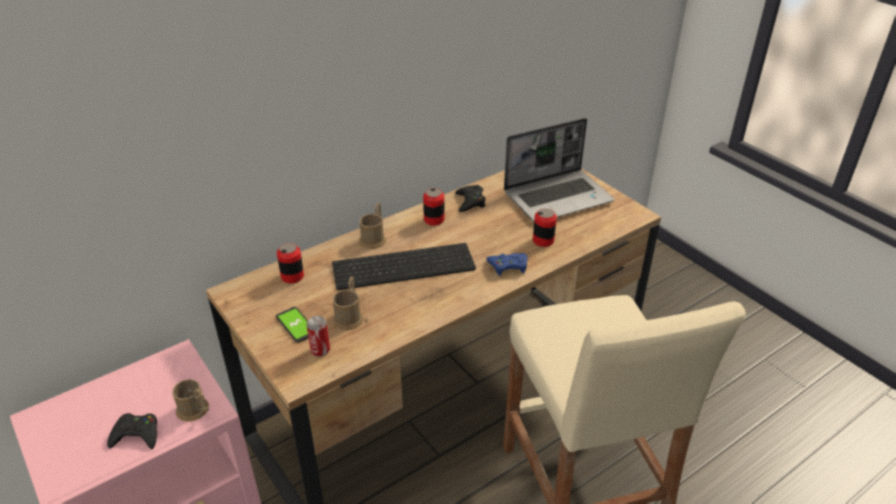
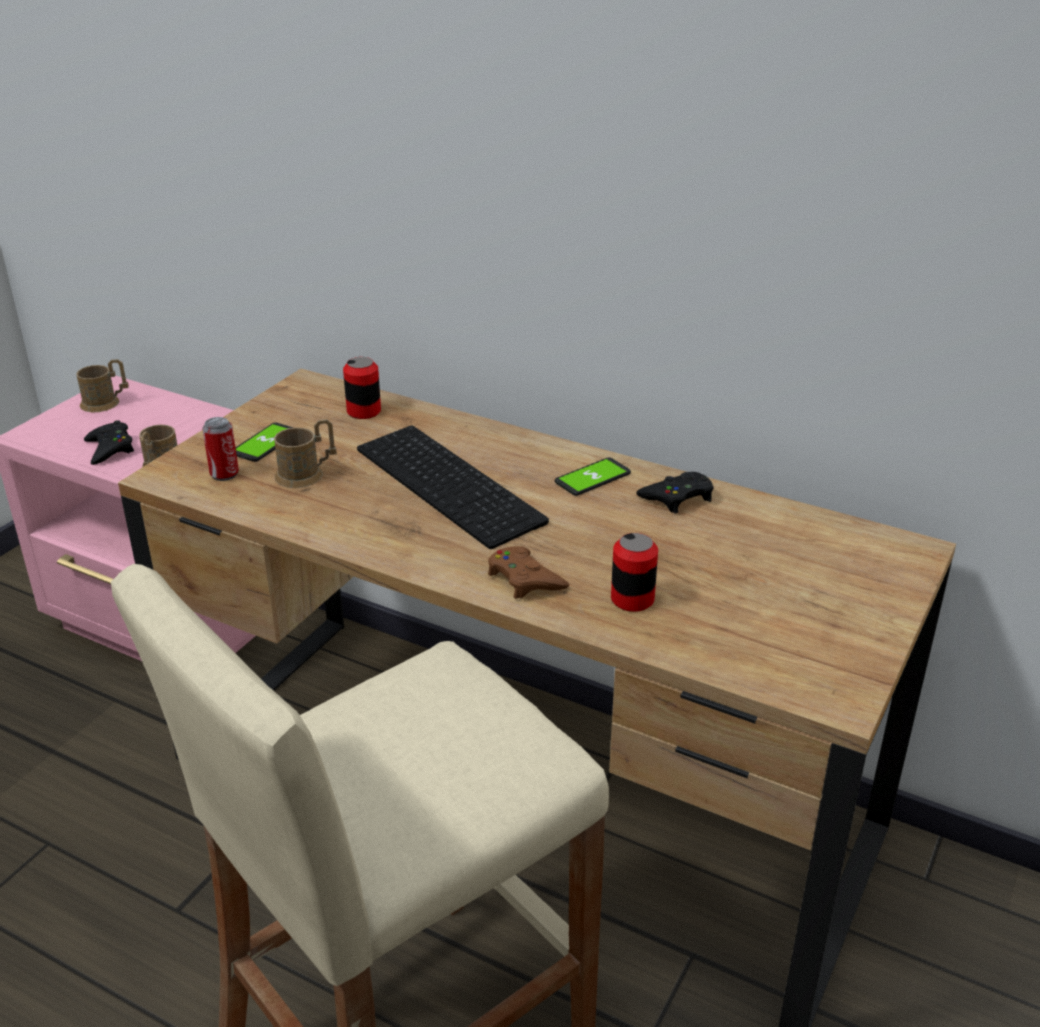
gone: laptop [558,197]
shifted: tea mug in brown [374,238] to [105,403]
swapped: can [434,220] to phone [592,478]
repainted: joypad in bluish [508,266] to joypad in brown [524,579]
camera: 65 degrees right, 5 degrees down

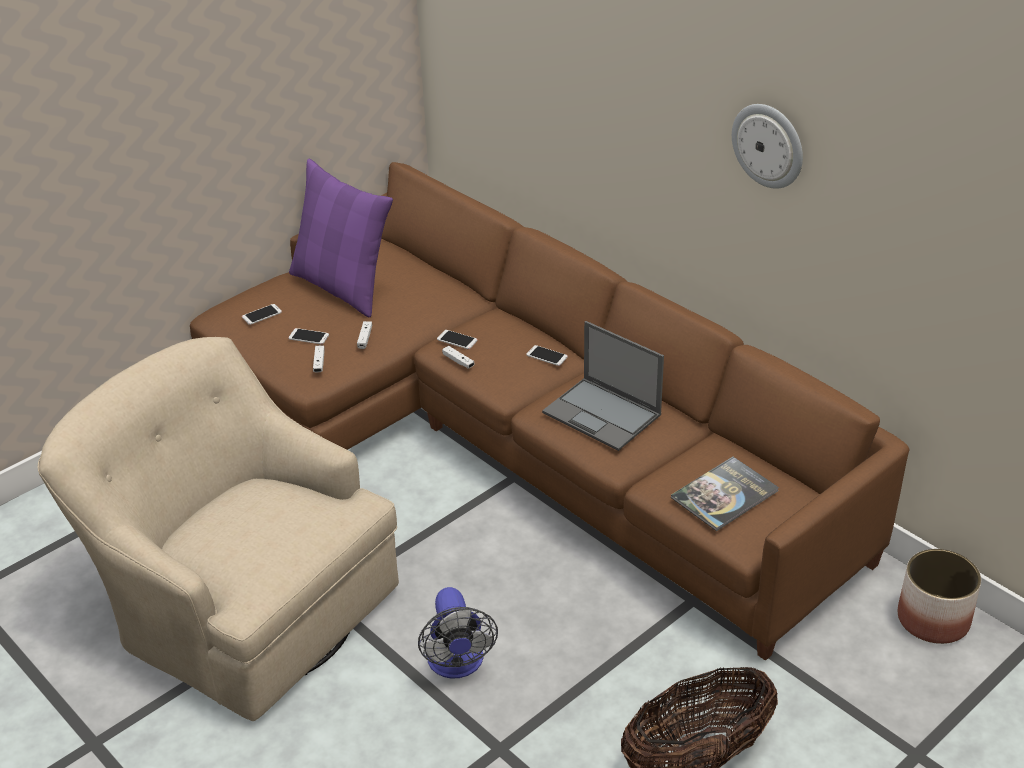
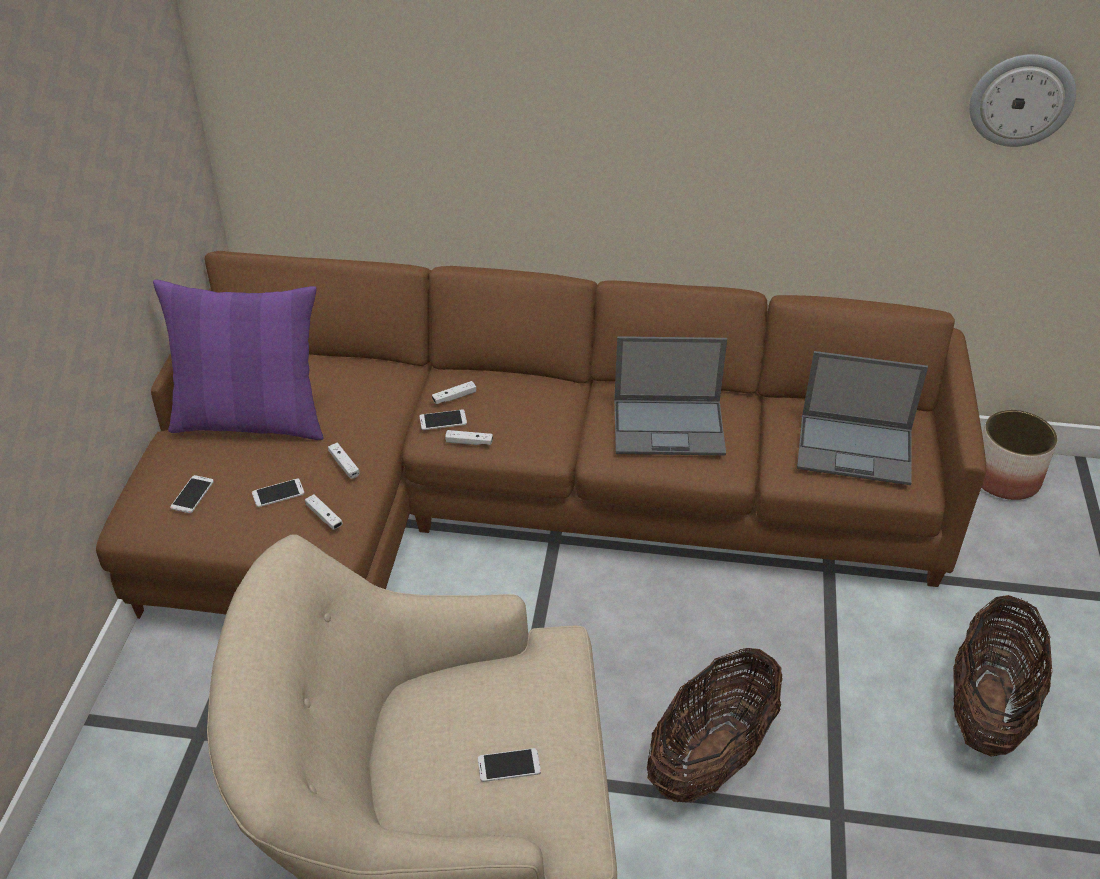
new: joypad in white [454,397]
shifted: phone [547,356] to [509,765]; hanging clock [768,145] to [1021,99]
swapped: cooling fan [457,664] to basket [711,757]; bound book [724,494] to laptop [856,449]
camera: 40 degrees left, 5 degrees up

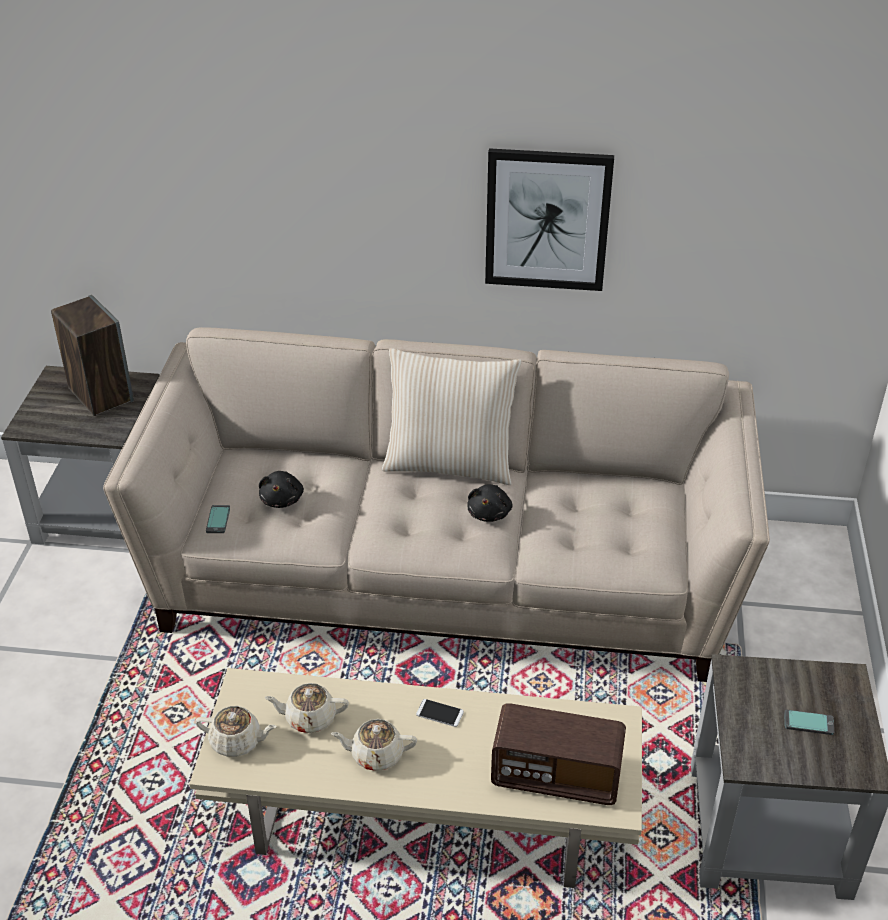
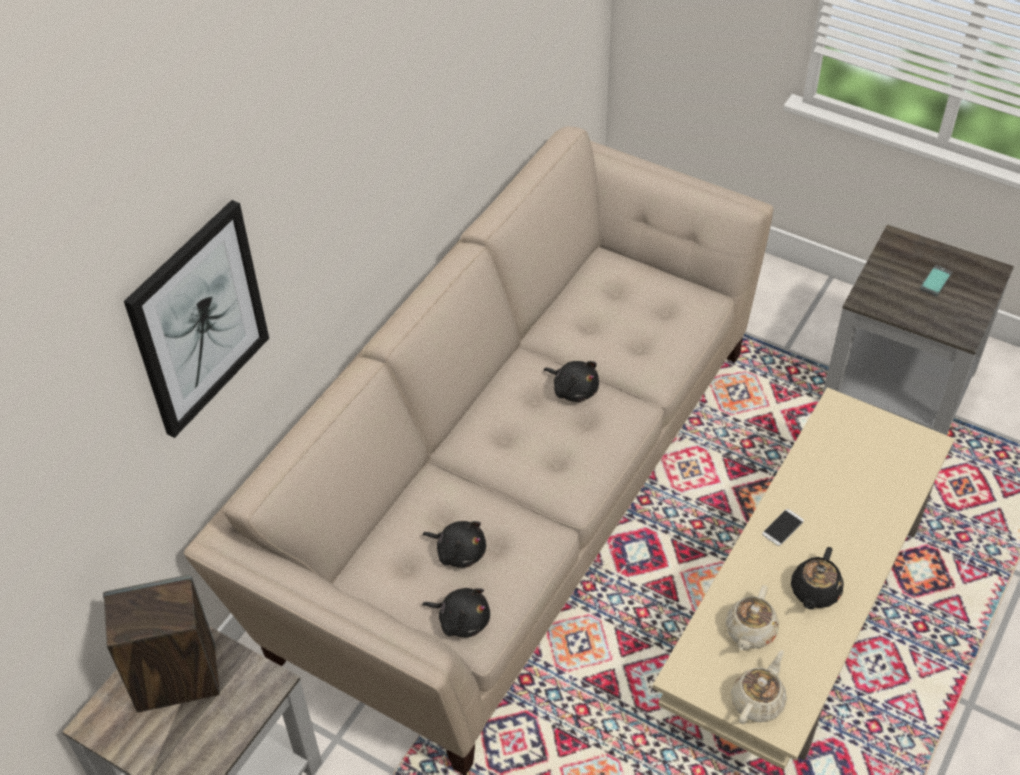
gone: pillow in beige-coloured [450,464]; radio set [556,776]
shifted: wall picture [547,220] to [198,319]
swapped: phone [218,520] to plush toy in blackish [461,620]
repainted: pot for tea in beige-coloured [376,754] to pot for tea in blackish [814,592]
camera: 65 degrees left, 10 degrees up

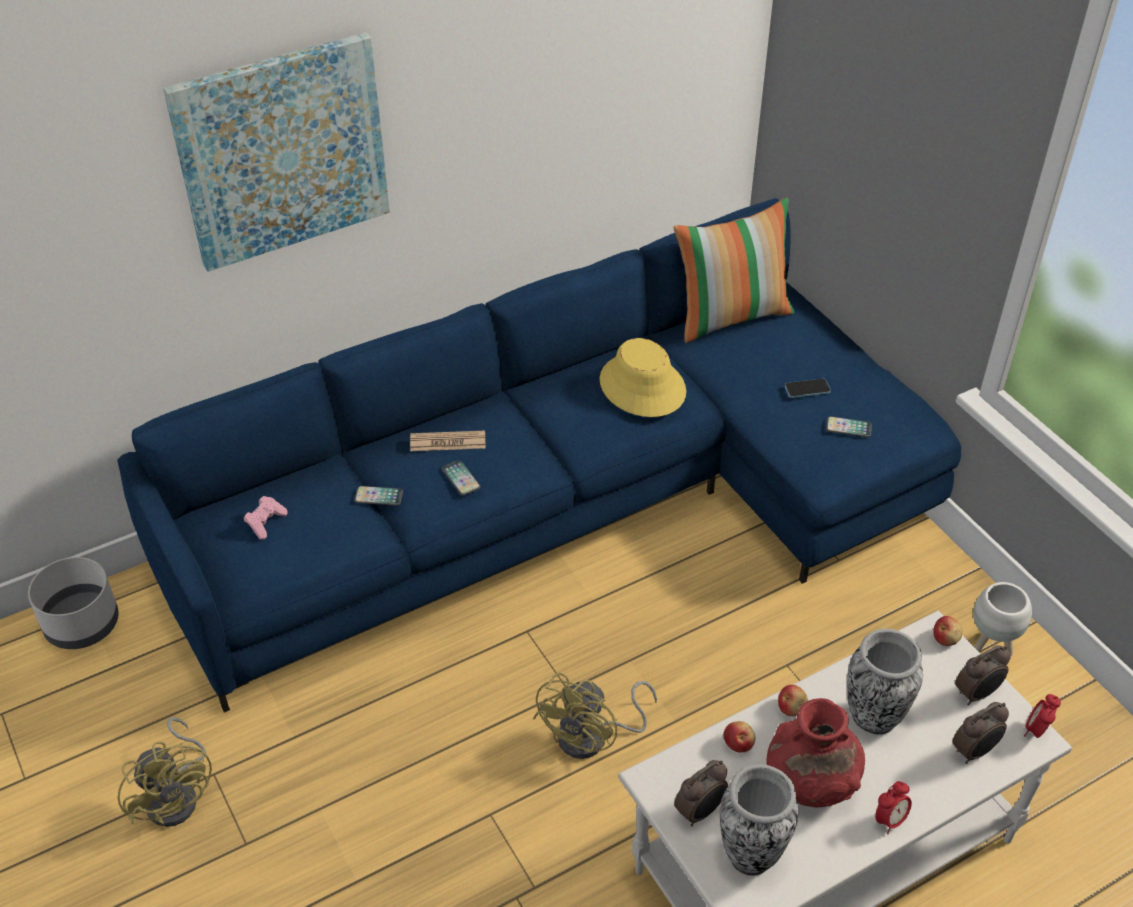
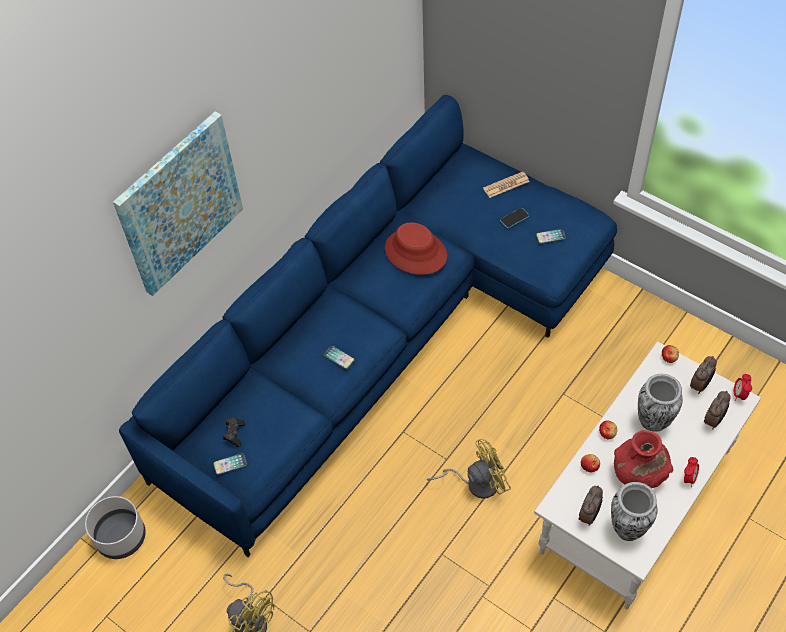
gone: pillow [731,316]; planter in white [990,645]
shifted: phone [379,496] to [230,464]; printed paper [448,442] to [506,185]
repainted: joypad in pink-coloured [266,523] to joypad in blackish [234,434]; hat in yellowish [642,386] to hat in red [415,252]
rotated: cooling fan in yellowish [593,737] = [476,483] 120 degrees counterclockwise
camera: 20 degrees left, 10 degrees up

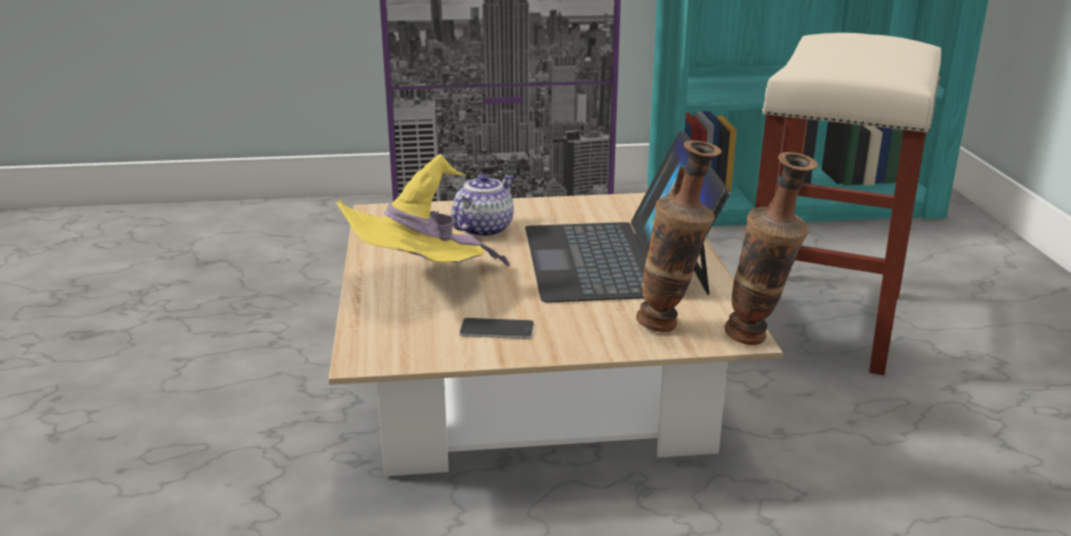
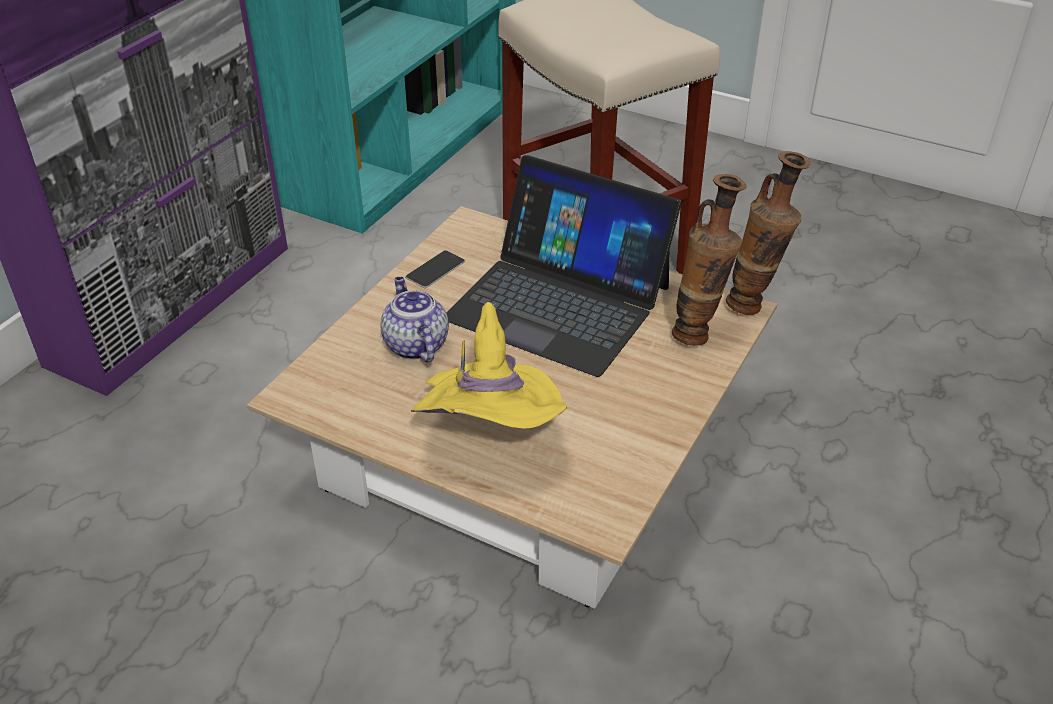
shifted: phone [496,329] to [435,269]
camera: 55 degrees left, 15 degrees up

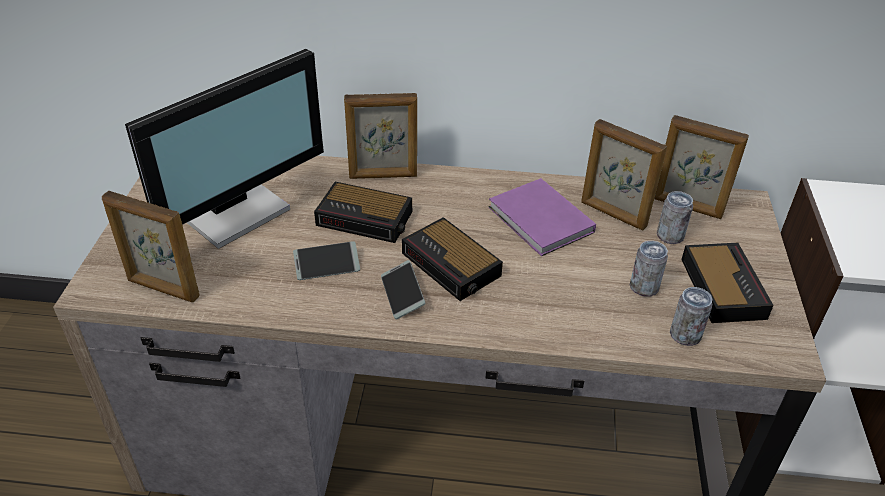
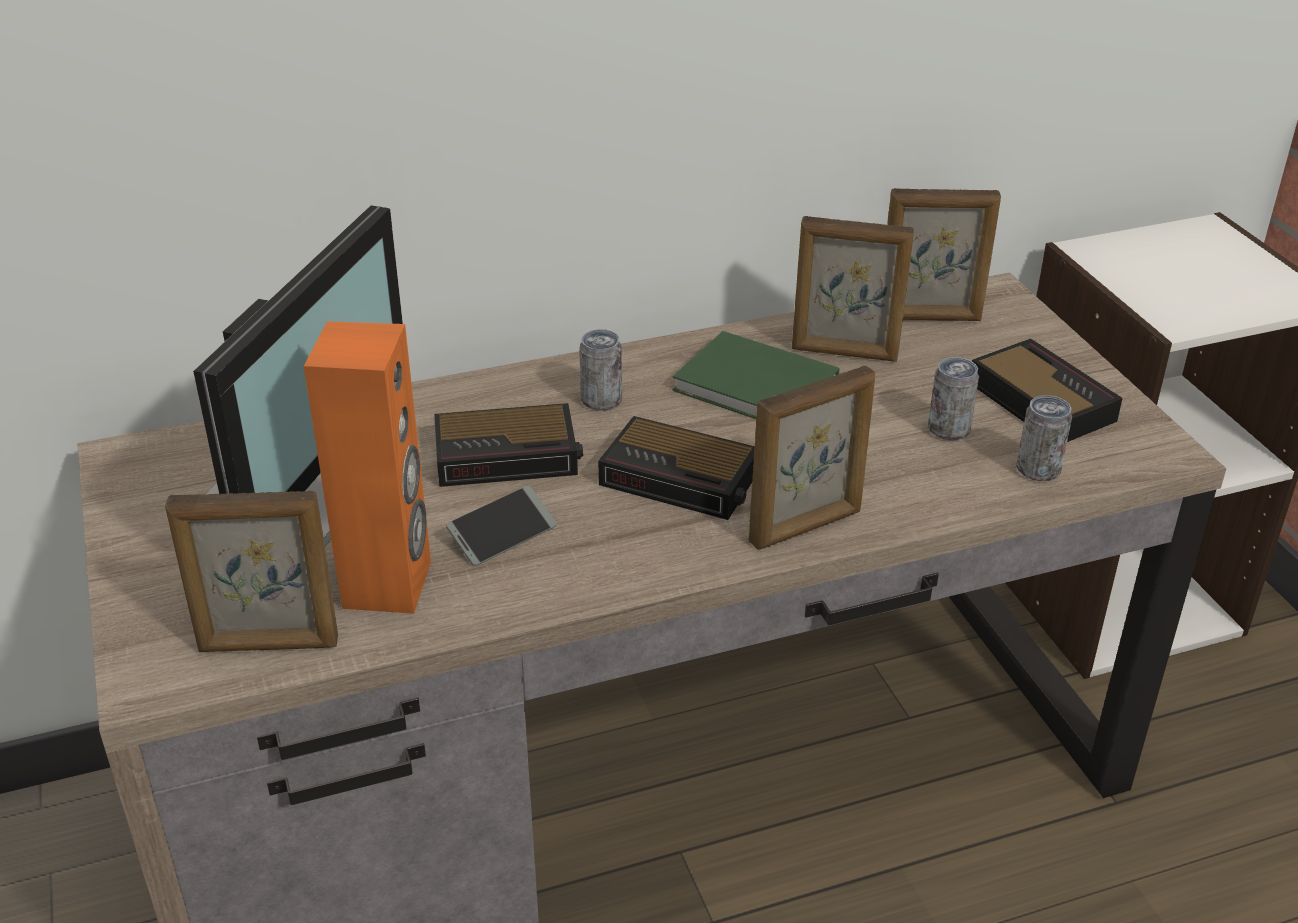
gone: phone [402,294]
new: loudspeaker in orangey [389,585]
shifted: can [670,236] to [601,400]; photo frame [383,176] to [807,527]
repainted: bound book in purple [541,221] to bound book in green-coloured [758,388]
camera: 25 degrees left, 5 degrees down

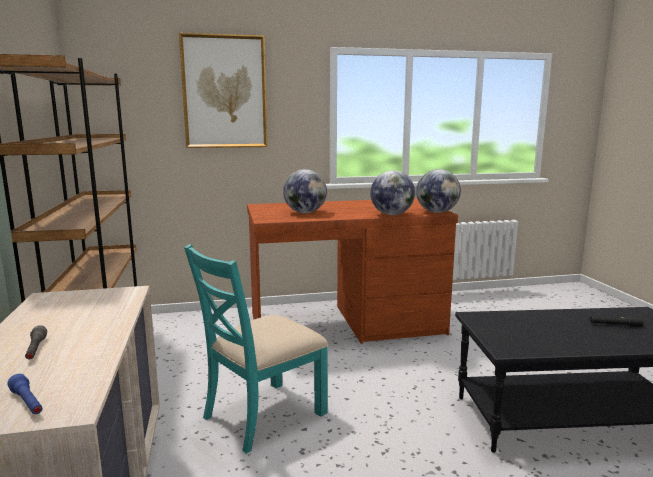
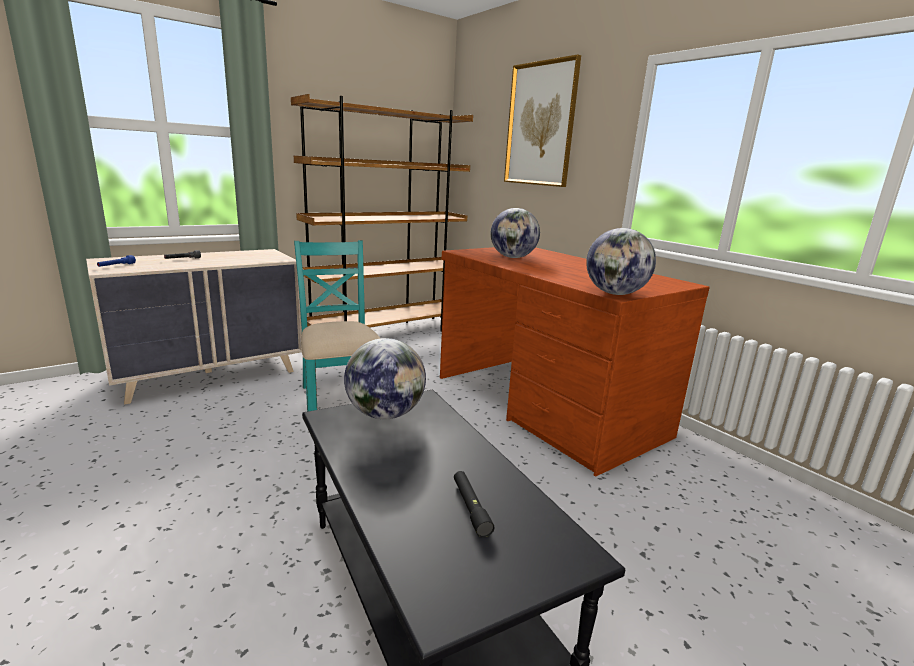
shifted: globe [391,214] to [385,414]
rotated: upright chair in turquoise-coloured [263,415] = [340,399] 45 degrees clockwise
camera: 65 degrees right, 5 degrees up

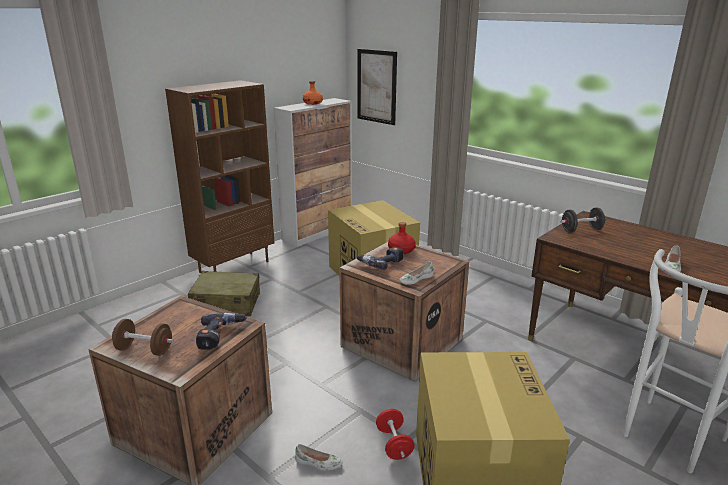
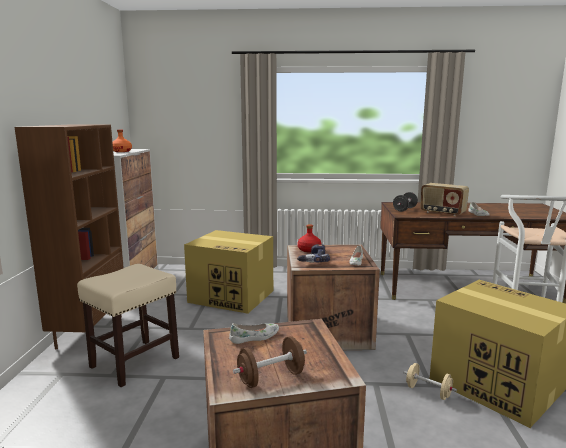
gone: electric drill [220,336]; wall picture [376,86]
new: radio set [442,213]
shifted: item of footwear in white [318,463] to [255,337]
swapped: piece of luggage in beige-coloured [226,304] to stool in beige-coloured [134,362]
repainted: hand weight in red [394,444] to hand weight in beige-coloured [428,392]
camera: 40 degrees left, 10 degrees down

